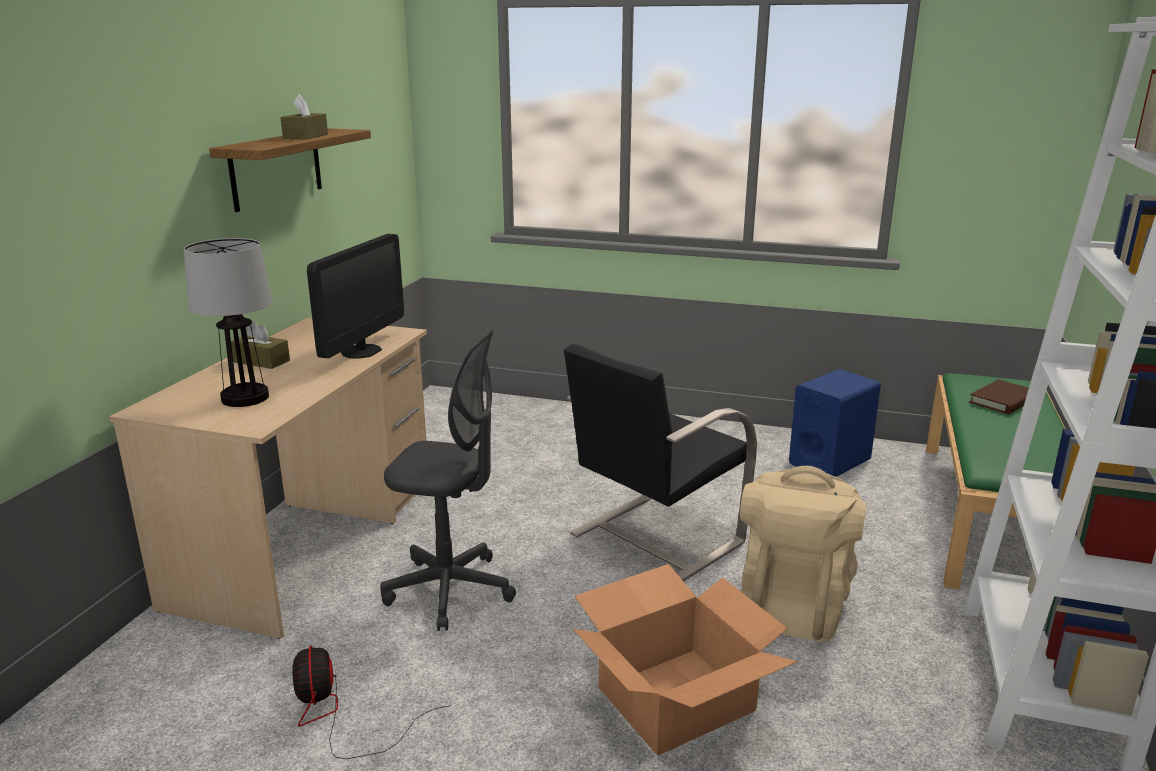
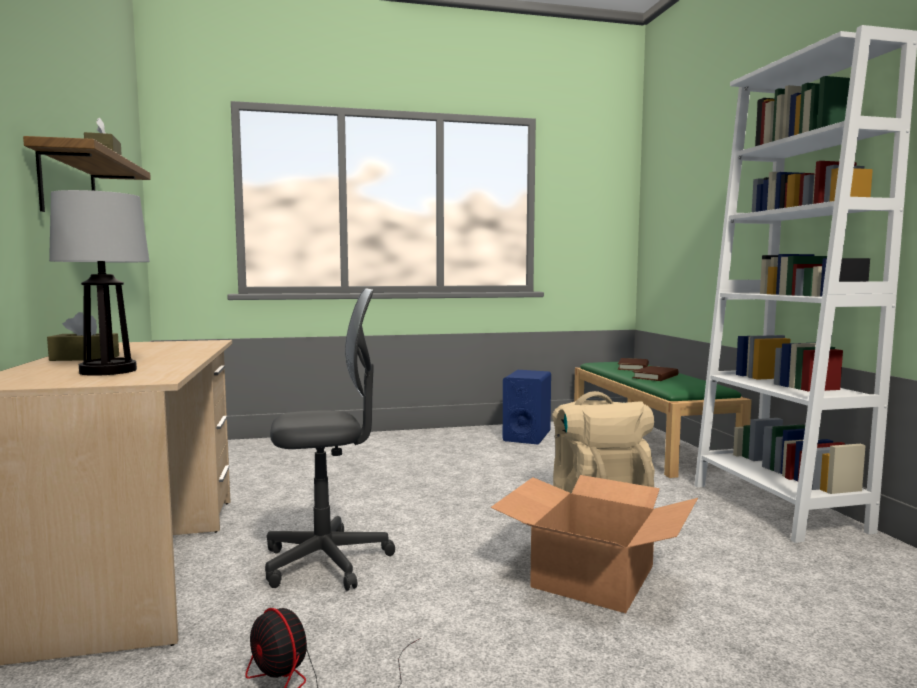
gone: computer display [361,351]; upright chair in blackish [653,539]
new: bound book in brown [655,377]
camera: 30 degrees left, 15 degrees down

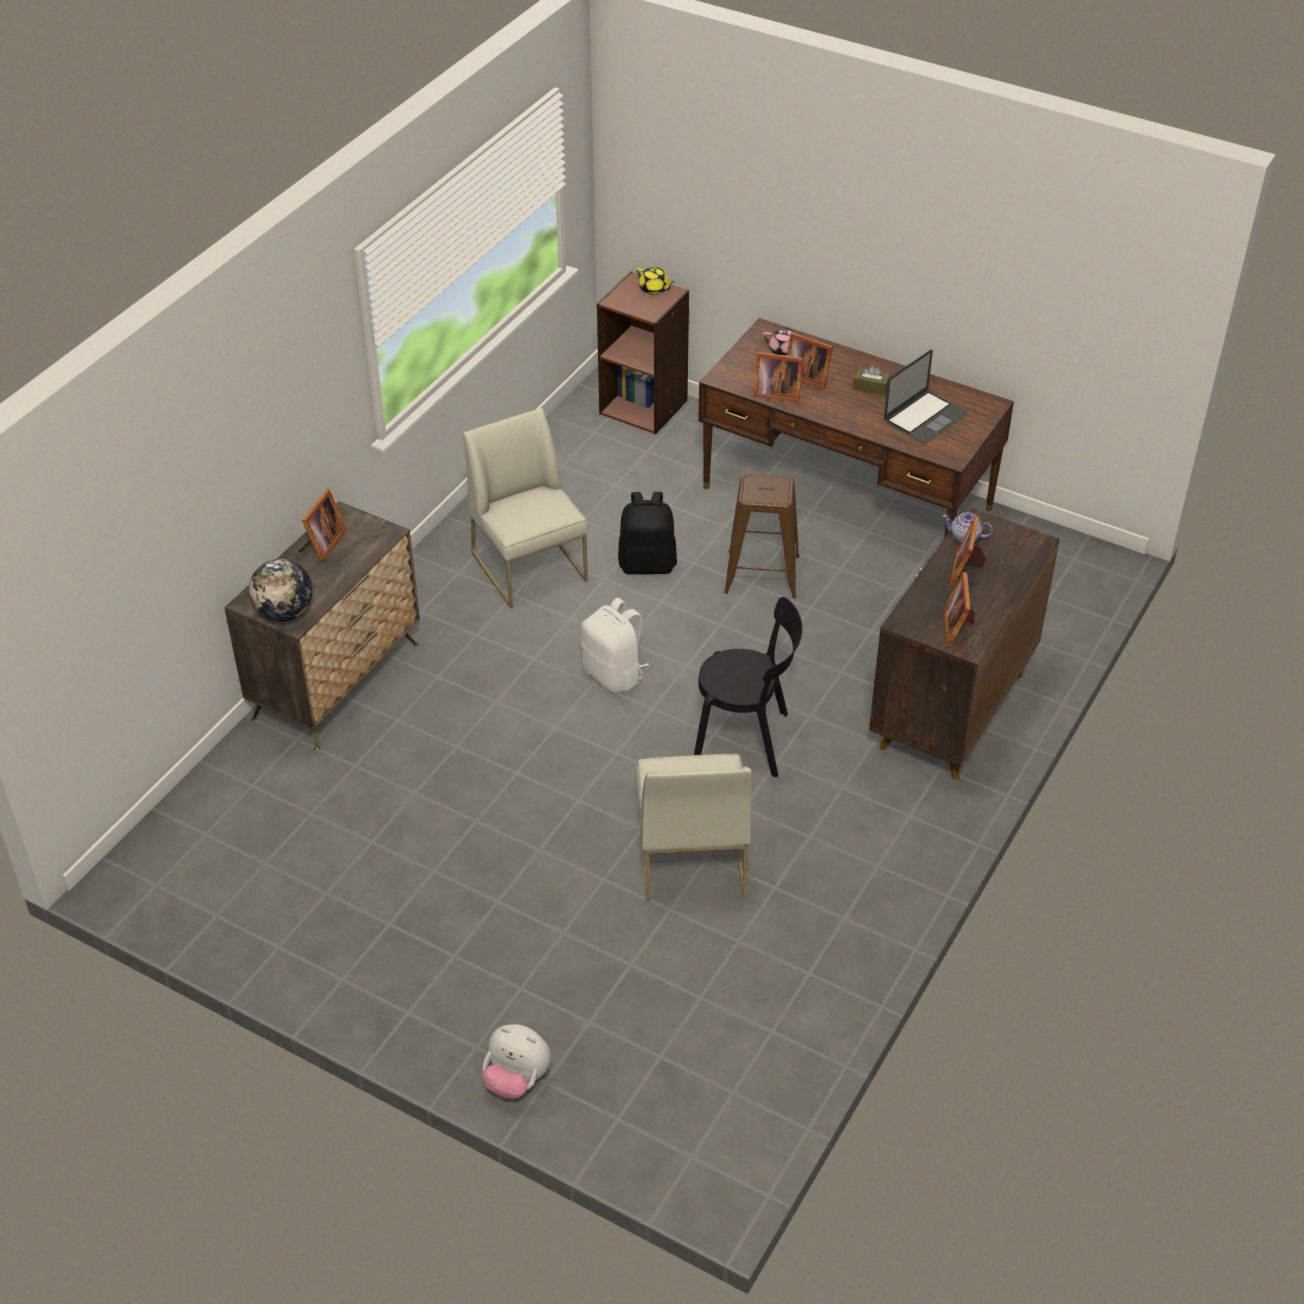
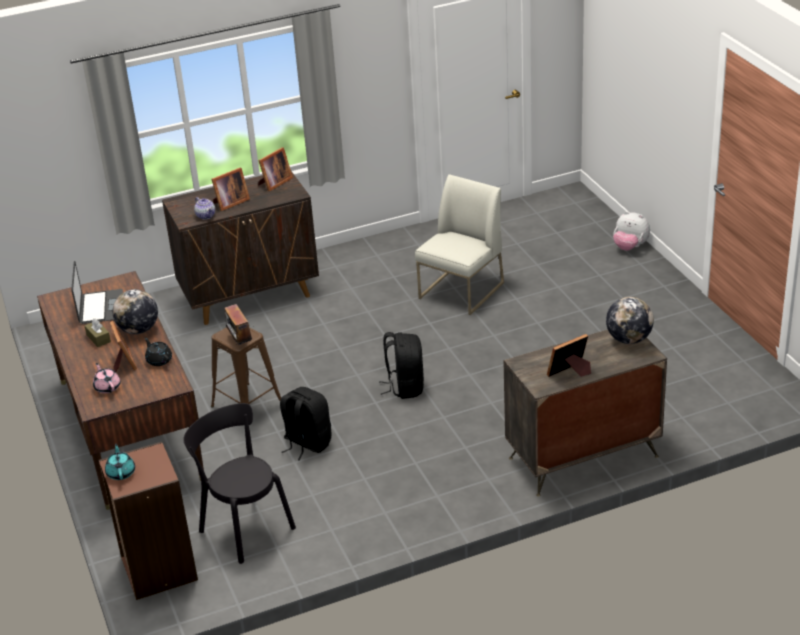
gone: upright chair in white [530,567]
new: globe [138,330]; radio set [240,343]
shifted: upright chair in blackish [746,740] to [244,527]
swapped: photo frame [775,393] to pot for tea in blackish [159,360]
repainted: pot for tea in yellowish [654,289] to pot for tea in turquoise-coloured [121,472]; rucksack in white [614,675] to rucksack in blackish [405,387]
rotated: laptop [925,417] = [100,307] 90 degrees clockwise; plush toy [516,1080] = [630,247] 150 degrees clockwise
camera: 140 degrees left, 10 degrees down

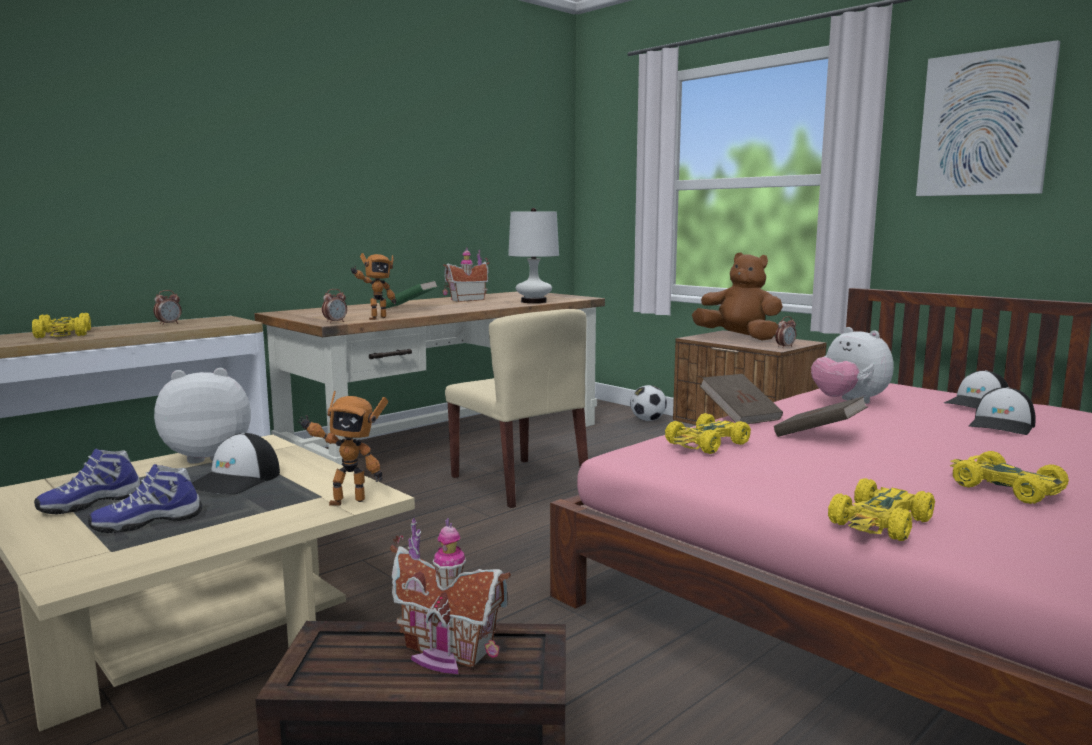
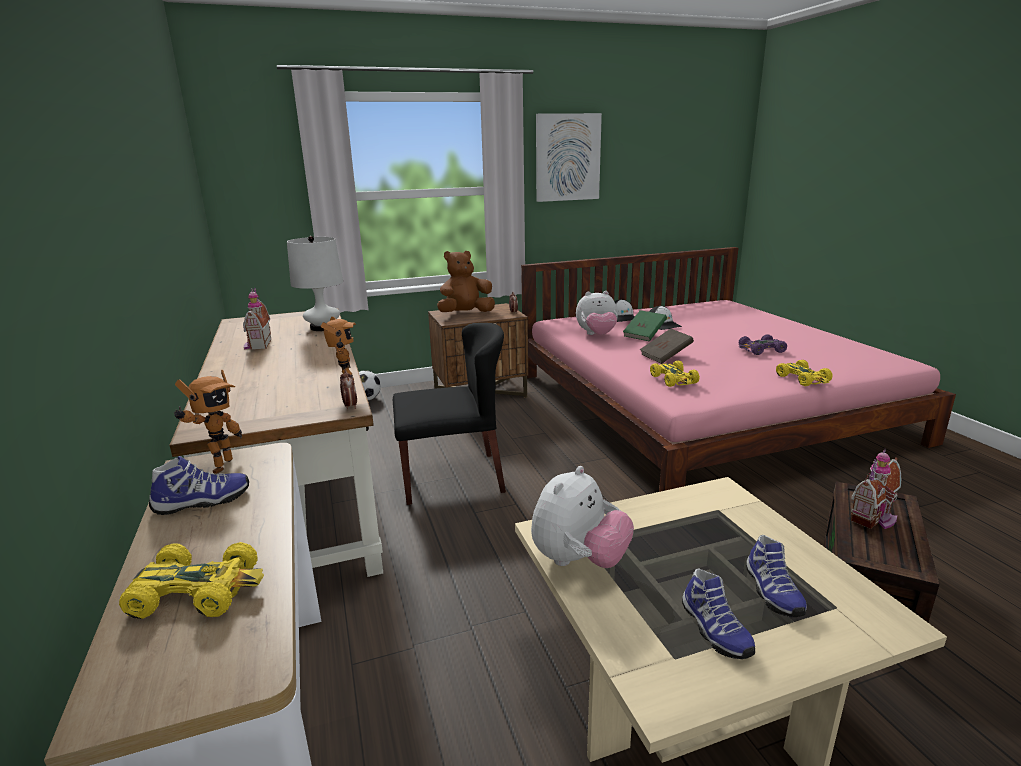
gone: peaked cap [235,480]; bound book in brown [740,416]
shifted: toy robot [346,501] to [218,466]; bound book in green-coloured [409,308] to [644,335]
swapped: bedside clock [169,324] to item of footwear [202,502]
repainted: upright chair in beige-coloured [519,482] to upright chair in blackish [453,477]; miniature car in yellowish [1005,488] to miniature car in purple [761,350]
rotated: plush toy [209,456] = [579,561] 150 degrees counterclockwise
camera: 65 degrees left, 10 degrees up

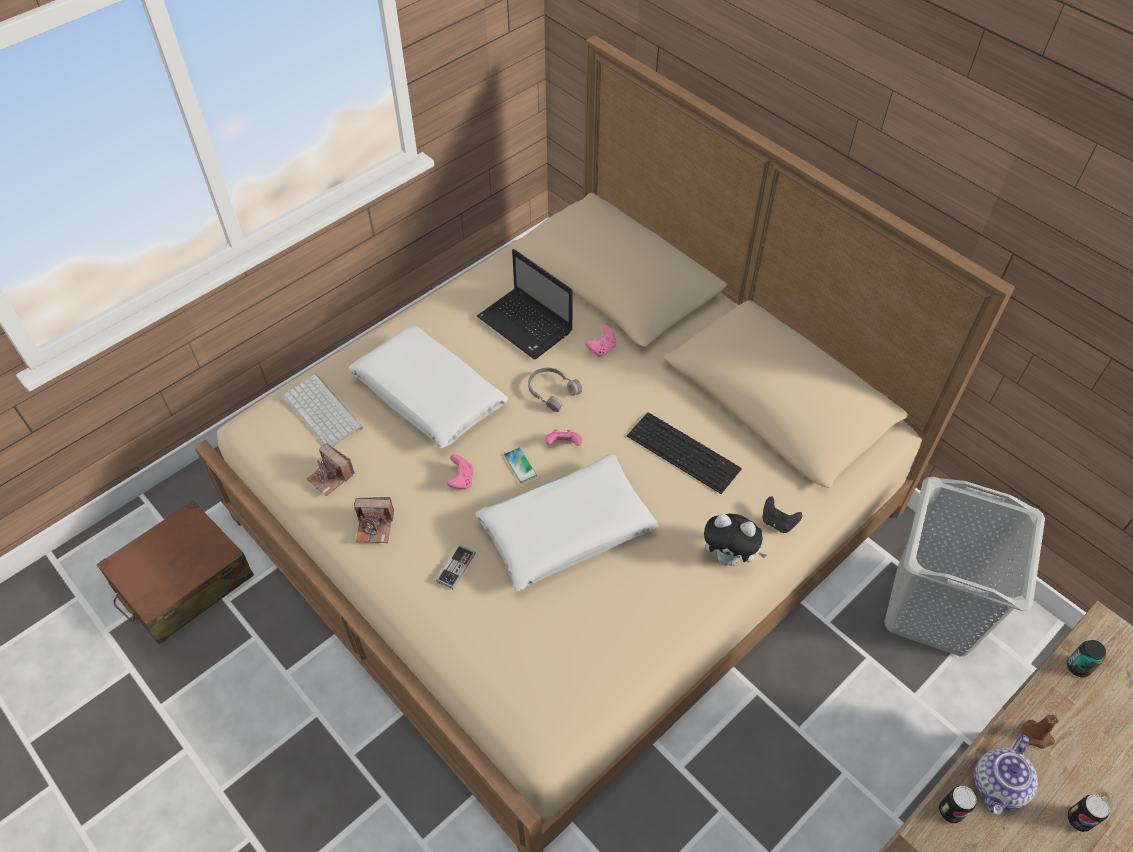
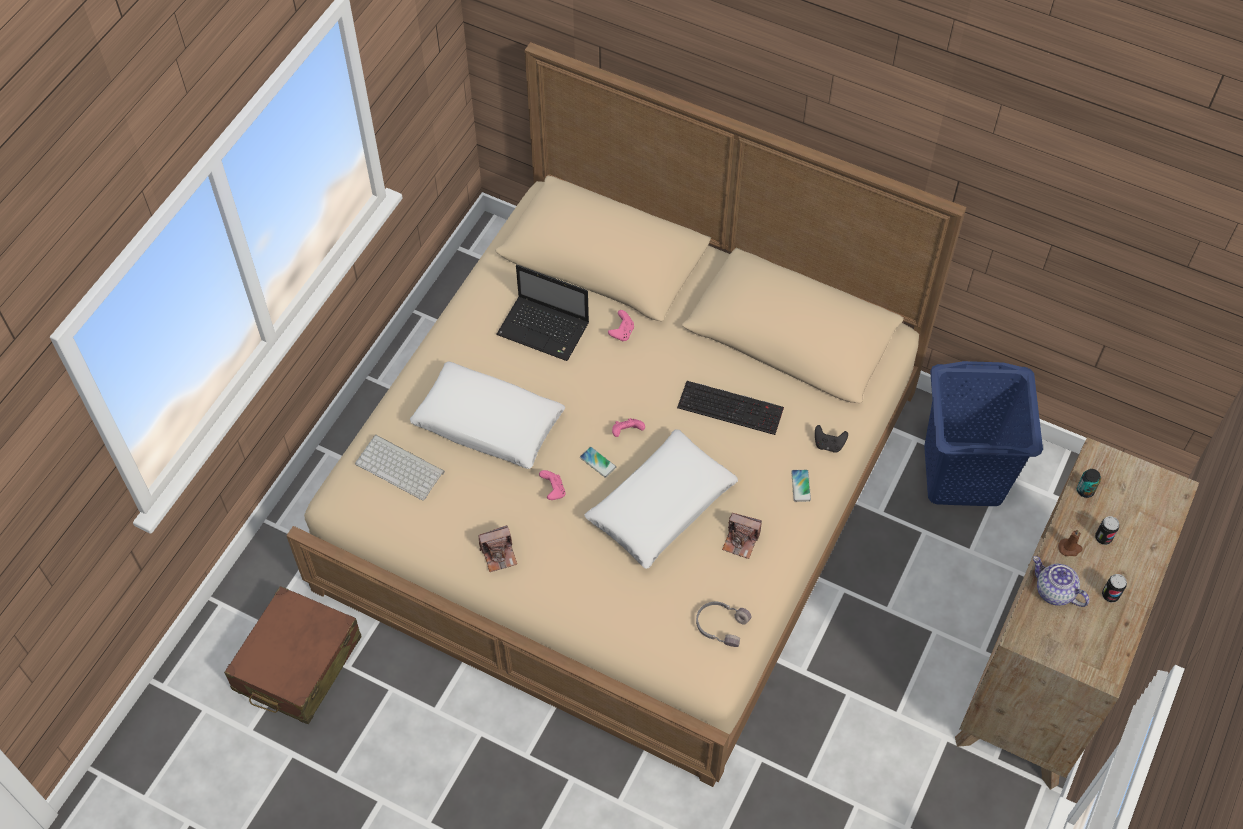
gone: joypad [456,567]
shifted: pair of headphones in grey [552,391] to [721,625]; still camera [330,477] to [741,541]; can [950,811] to [1103,538]
swapped: plush toy [729,557] to phone [801,486]
repainted: laundry basket in grey [932,609] to laundry basket in bluish [963,473]
rotated: pot for tea [998,786] = [1054,591] 120 degrees clockwise
camera: 20 degrees left, 5 degrees up

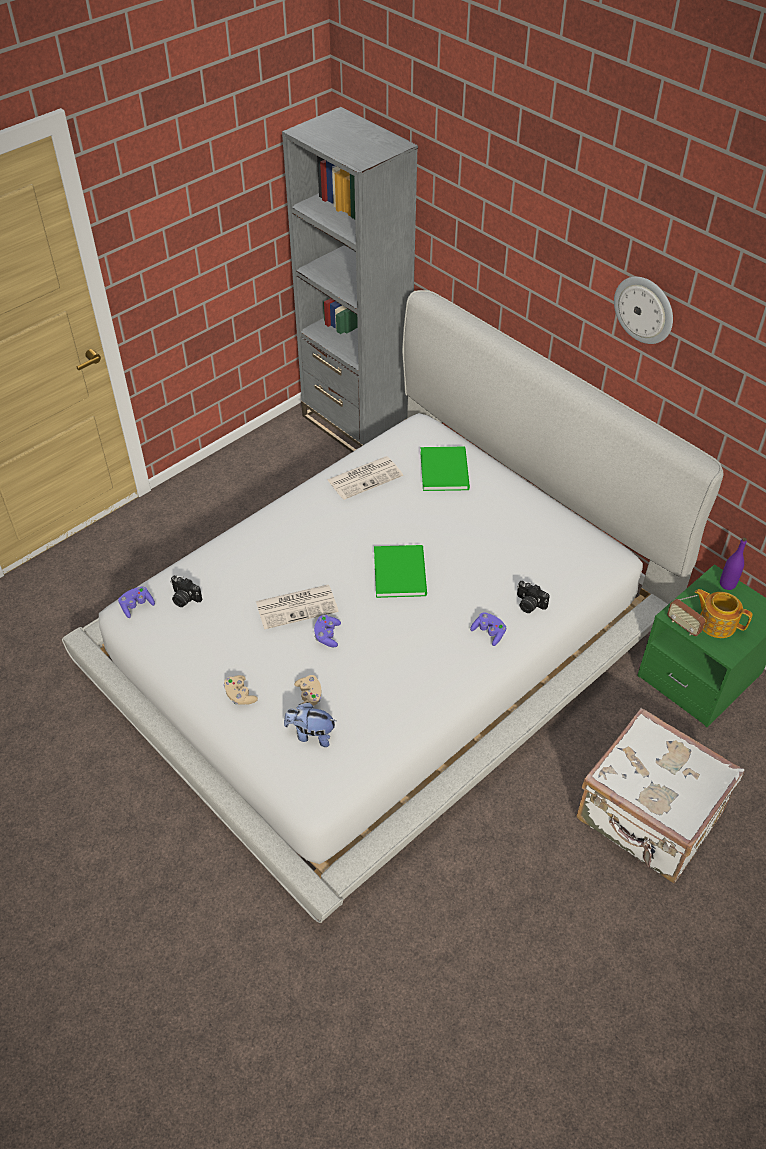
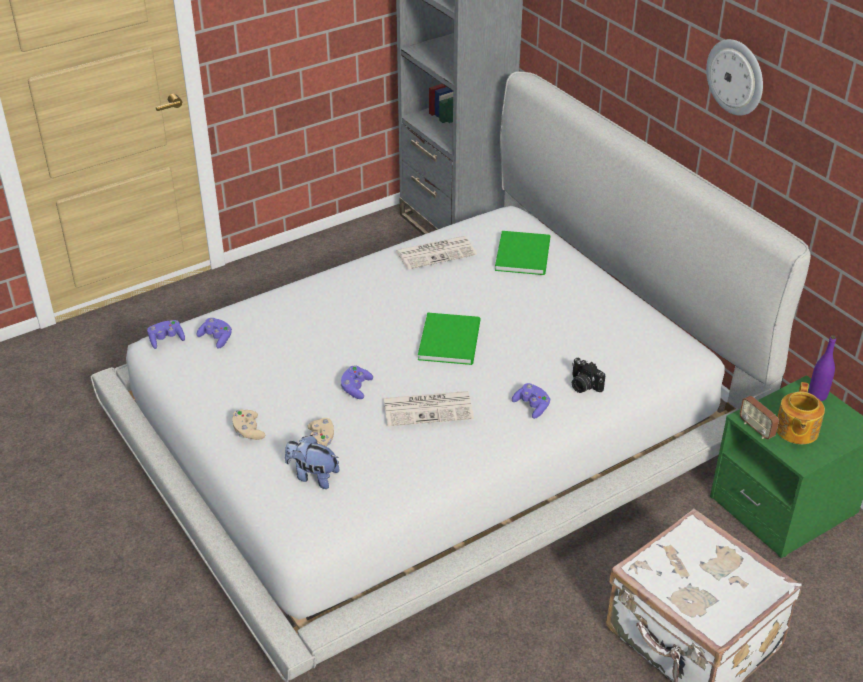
shifted: printed paper [297,606] to [429,408]
swapped: still camera [184,598] to joypad in purple [216,338]
rotated: pot for tea [716,623] = [796,430] 120 degrees counterclockwise
camera: 10 degrees right, 10 degrees down

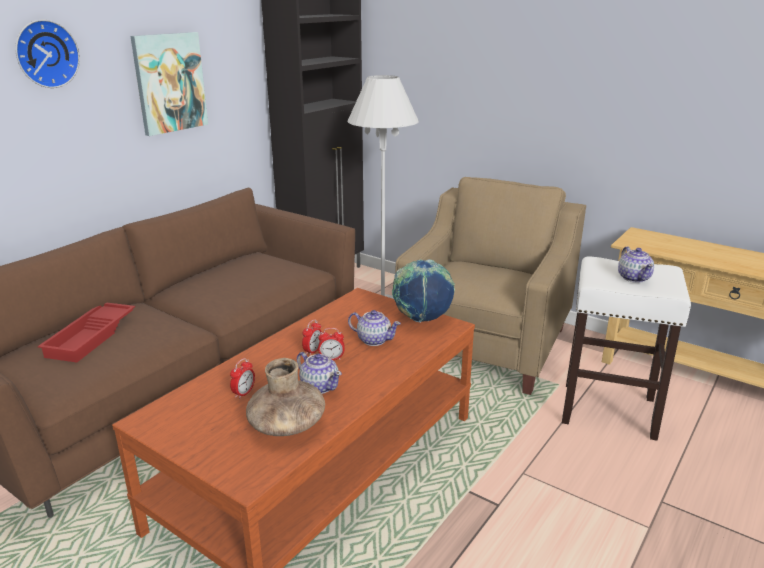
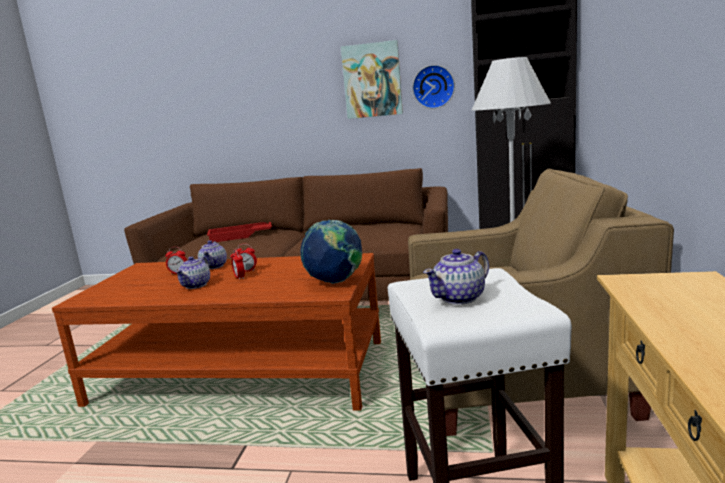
gone: vase in brown [286,425]
shifted: pot for tea [373,340] to [214,266]; hanging clock [45,54] to [433,87]
camera: 65 degrees right, 10 degrees down

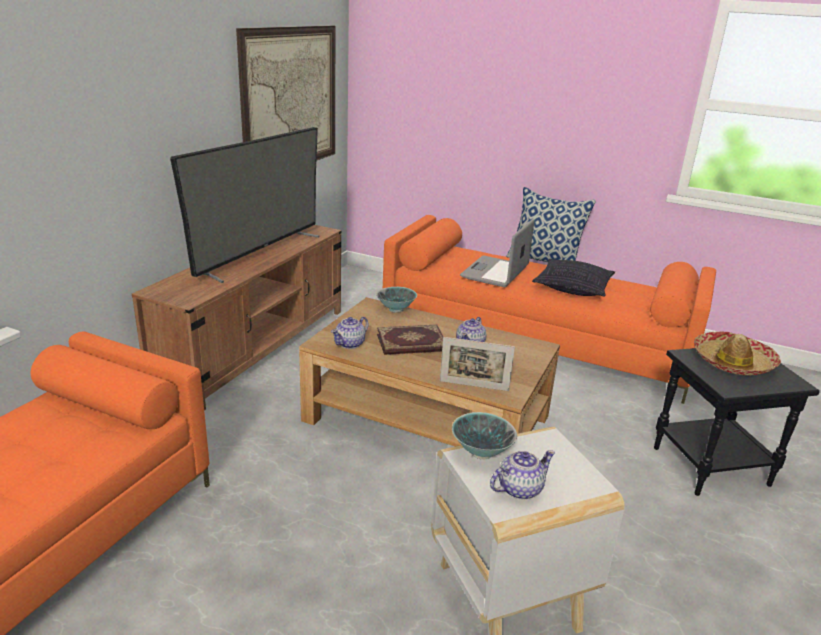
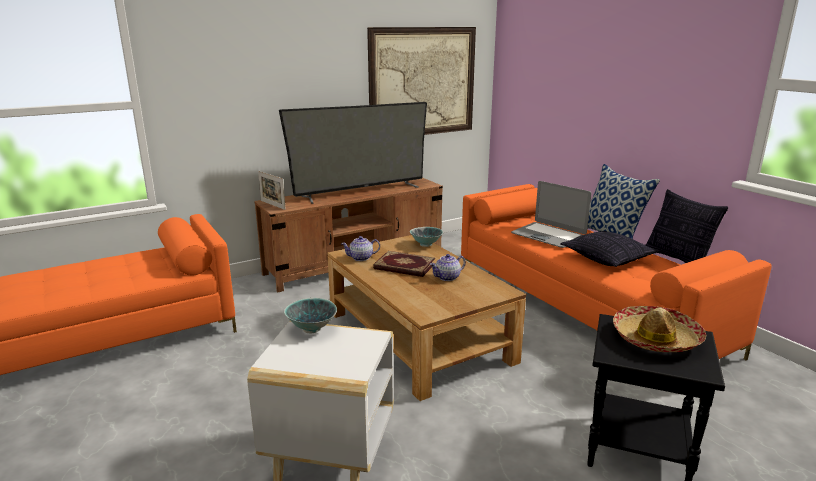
gone: pot for tea [519,489]
new: pillow [677,259]
shifted: photo frame [474,386] to [272,205]
rotated: laptop [495,273] = [548,235] 105 degrees counterclockwise
camera: 35 degrees right, 5 degrees down

